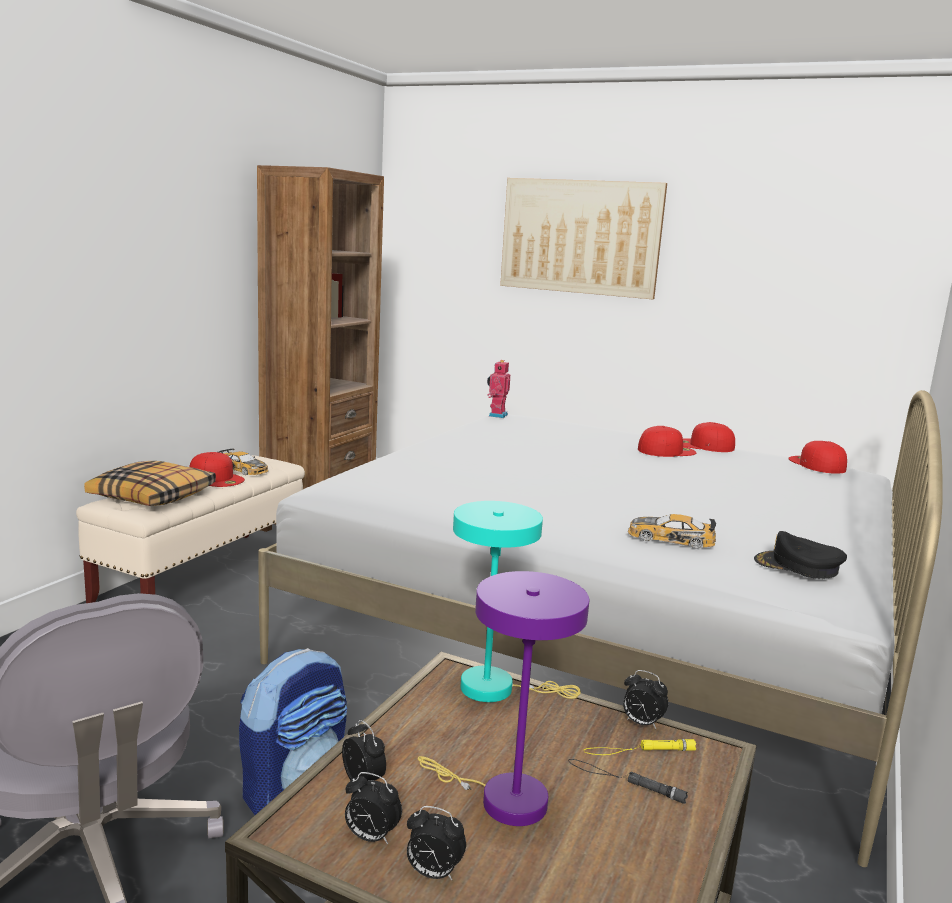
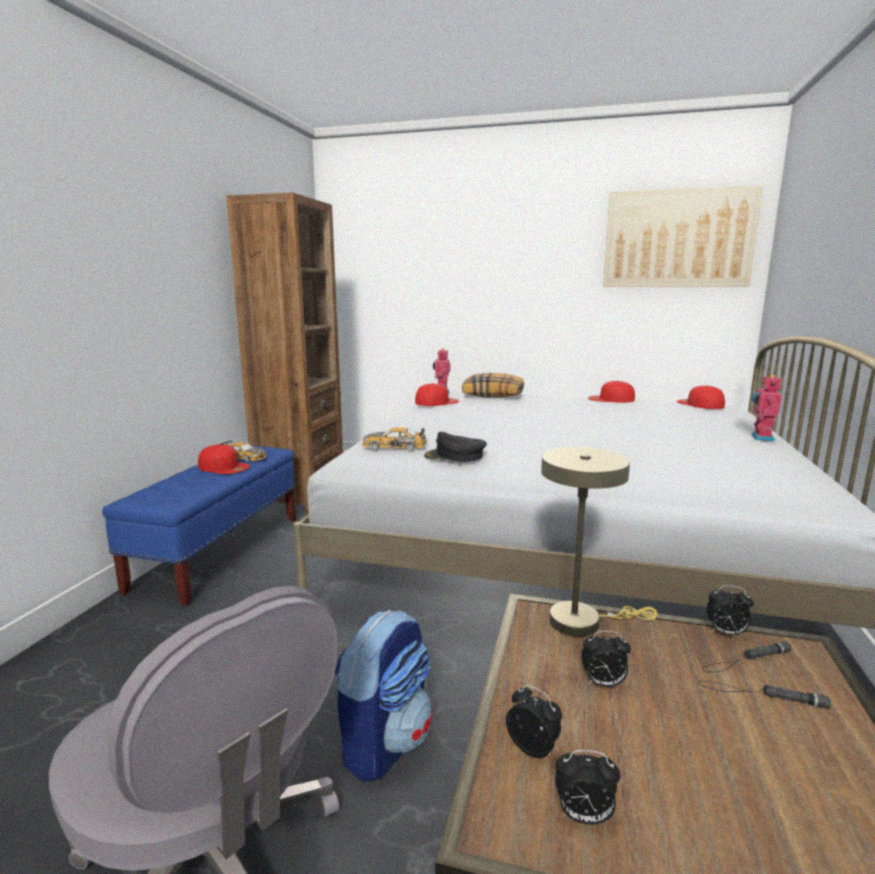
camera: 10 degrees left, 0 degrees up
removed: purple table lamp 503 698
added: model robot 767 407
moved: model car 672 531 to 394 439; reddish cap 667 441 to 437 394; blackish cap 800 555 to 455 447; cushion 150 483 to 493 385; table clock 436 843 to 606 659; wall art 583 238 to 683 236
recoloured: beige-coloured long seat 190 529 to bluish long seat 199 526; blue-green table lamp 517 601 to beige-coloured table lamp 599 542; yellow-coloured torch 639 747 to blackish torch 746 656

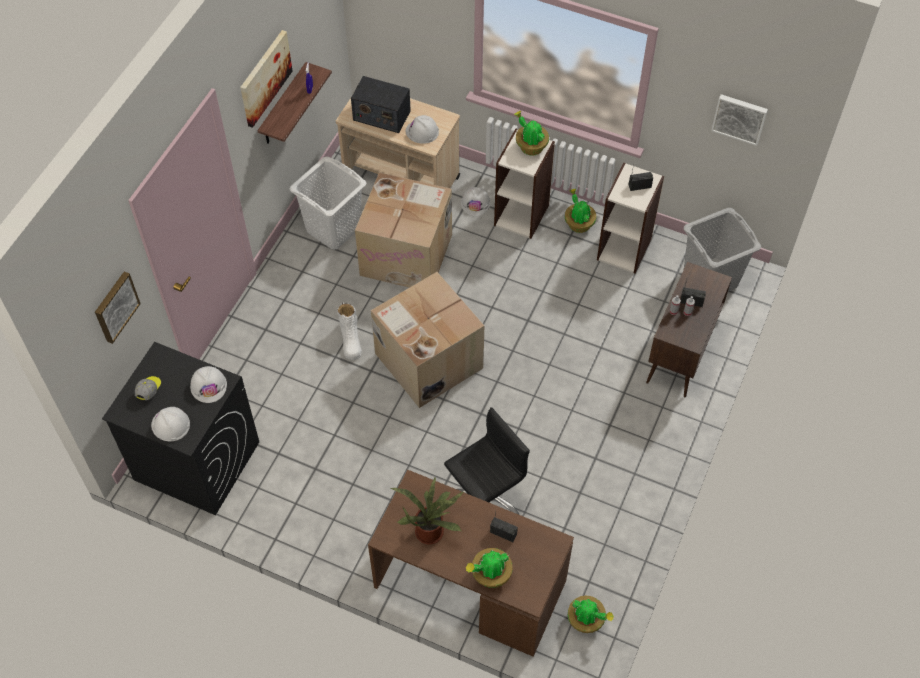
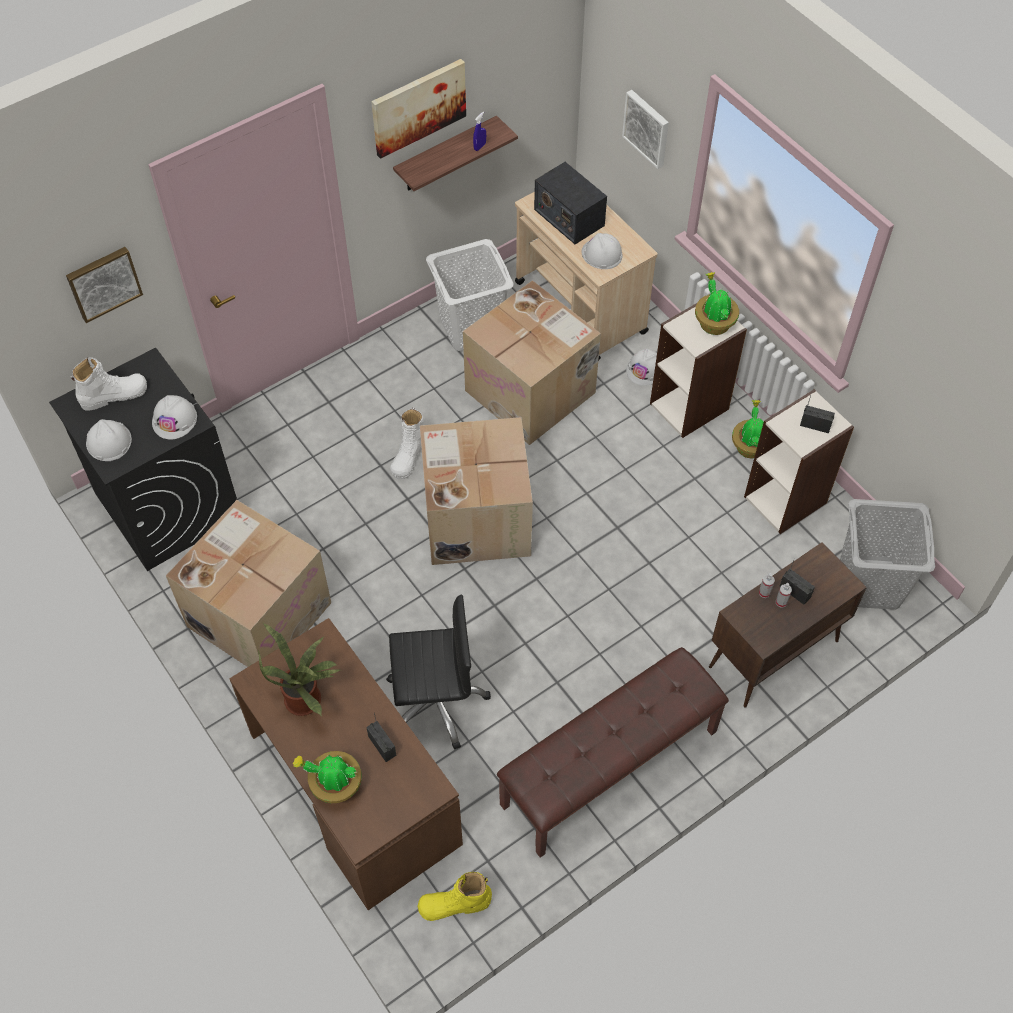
camera: 30 degrees right, 0 degrees up
added: cardboard box 248 583; brownish long seat 613 752
moved: wall art 739 120 to 645 129
replaced: cap 148 388 to whitish high-top boot 109 384; plant in a pot 591 614 to yellow-coloured high-top boot 455 896

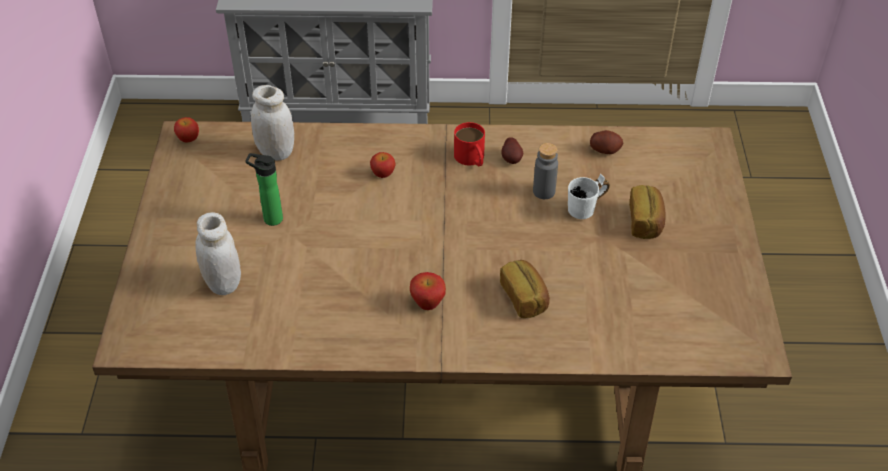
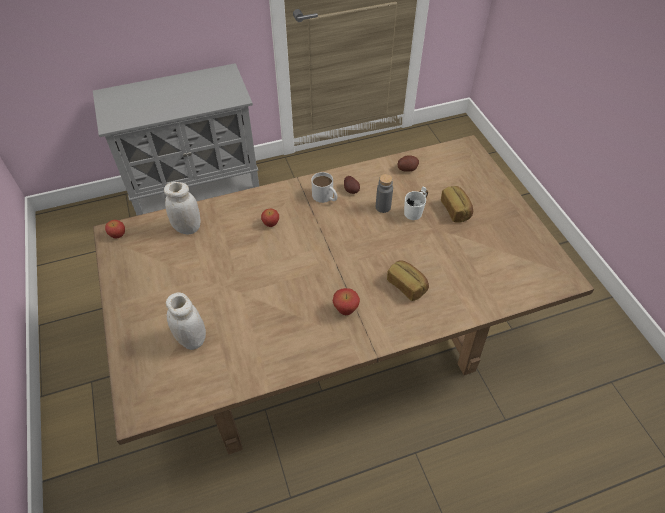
camera: 20 degrees left, 5 degrees up
removed: bottle 264 189
recoloured: reddish coffee mug 469 144 to whitish coffee mug 324 187

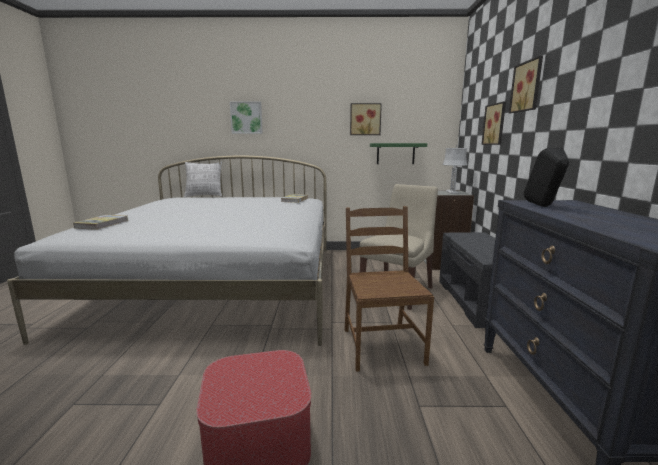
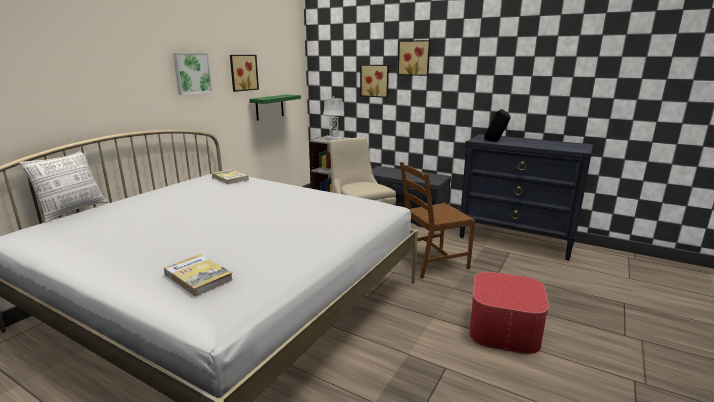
camera: 60 degrees left, 5 degrees up
moved: wall art 246 118 to 193 74
turned: brownish upright chair 389 289 = 437 220 45 degrees counterclockwise

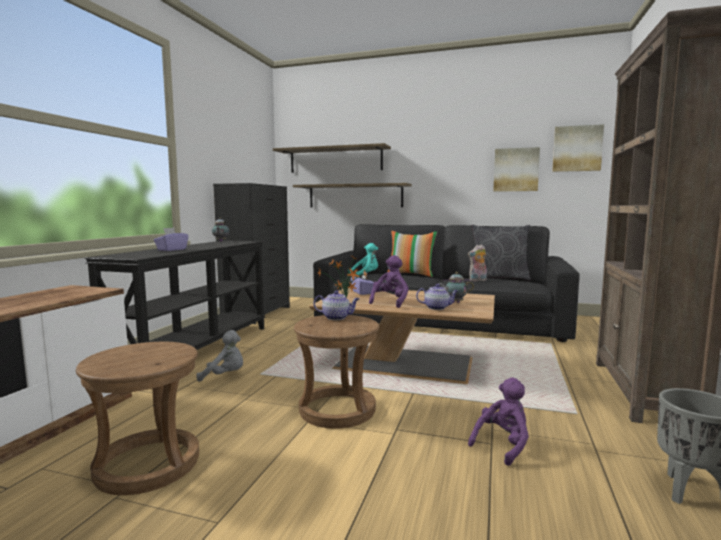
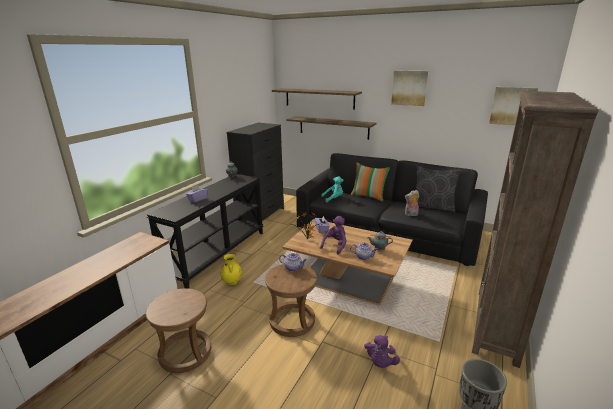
camera: 10 degrees right, 15 degrees up
moved: wall art 516 169 to 409 88
replaced: grey soft toy 219 356 to yellow-coloured decorative vase 231 269
turned: purple soft toy 498 422 = 382 351 135 degrees clockwise

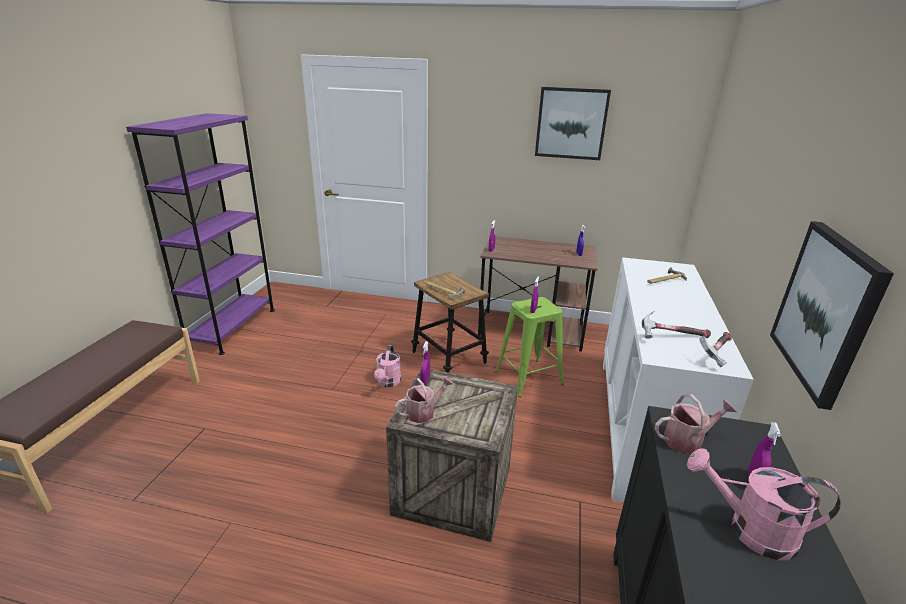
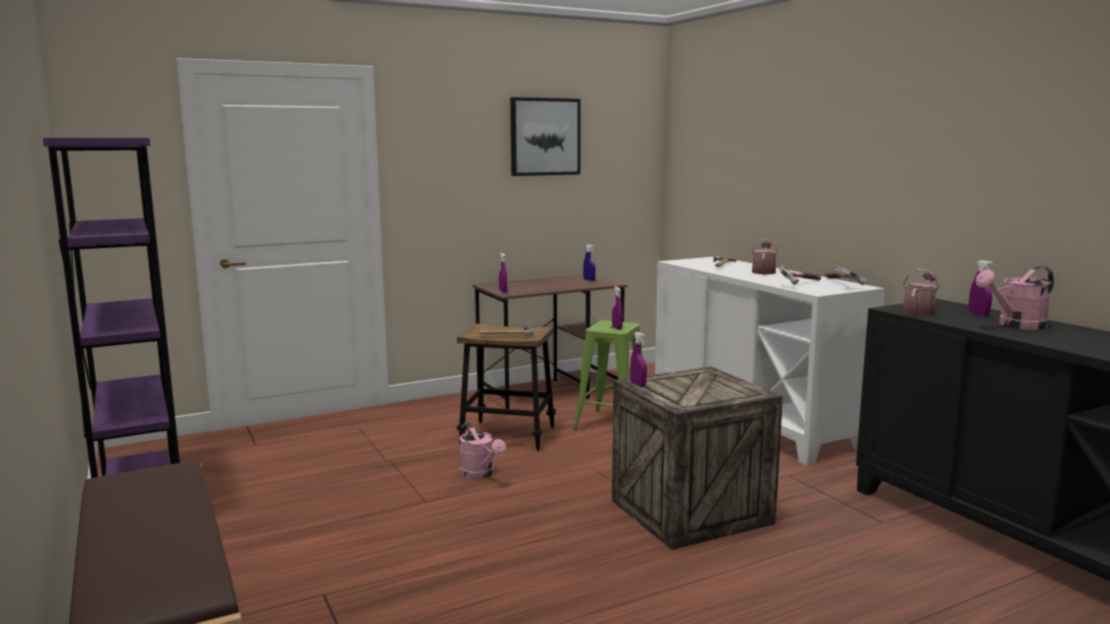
camera: 40 degrees left, 15 degrees down
removed: wall art 832 315
moved: watering pot 424 399 to 765 257

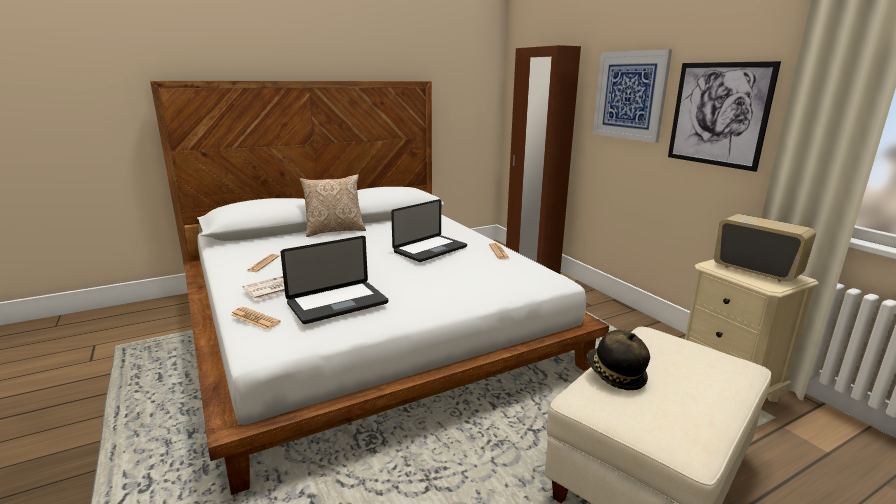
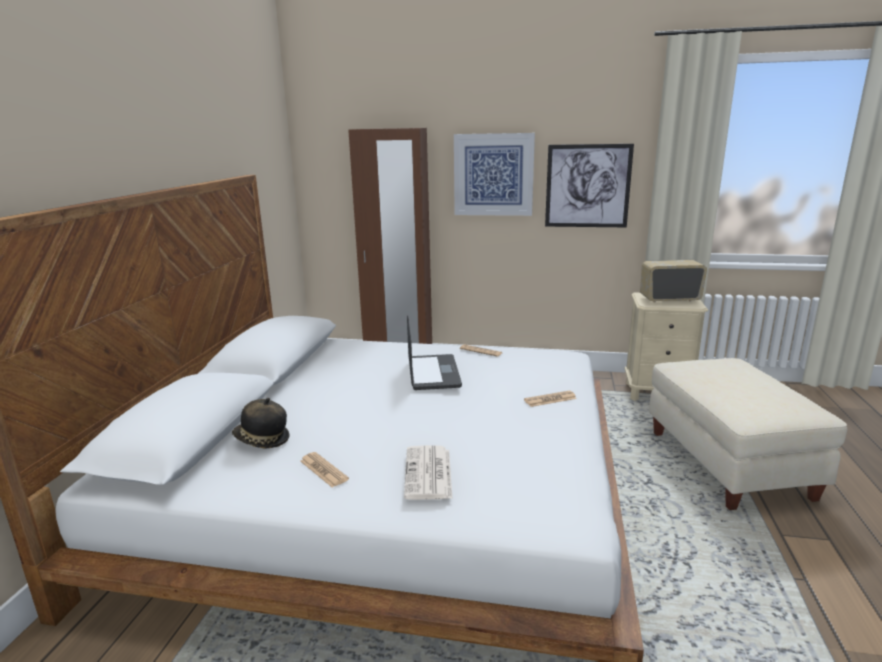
camera: 50 degrees left, 0 degrees up
removed: portable computer 334 280; cushion 333 205
moved: hat 618 359 to 260 423; daily paper 256 318 to 550 399

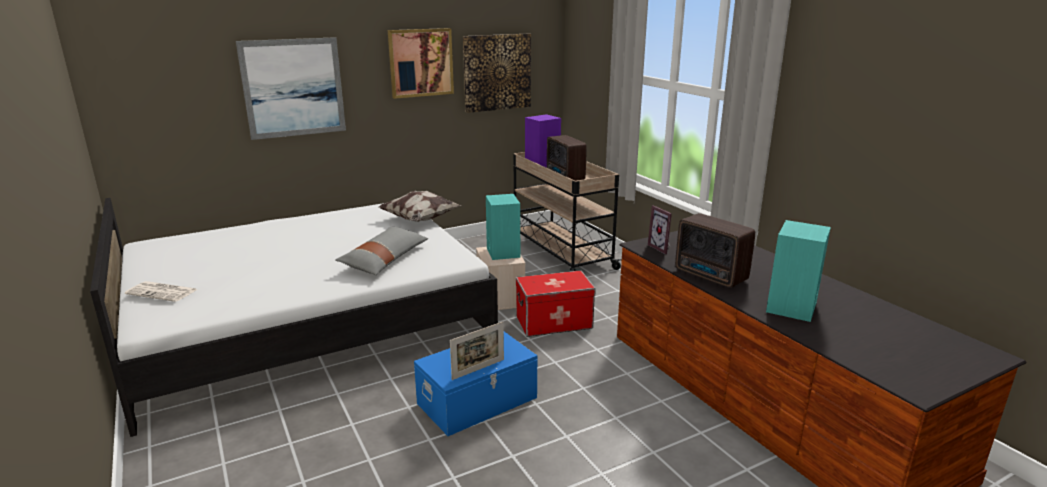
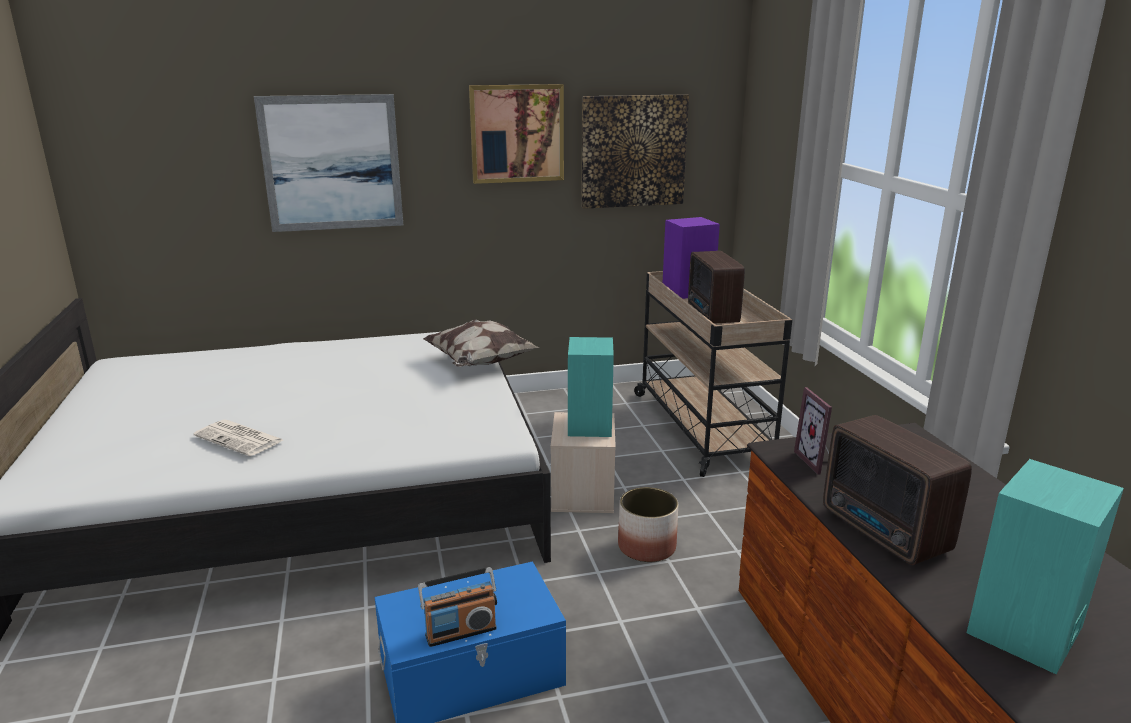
camera: 15 degrees right, 0 degrees up
removed: grey cushion 381 251
moved: daily paper 161 291 to 238 438
replaced: picture frame 477 351 to radio set 457 607; storage container 556 303 to flower pot 648 524

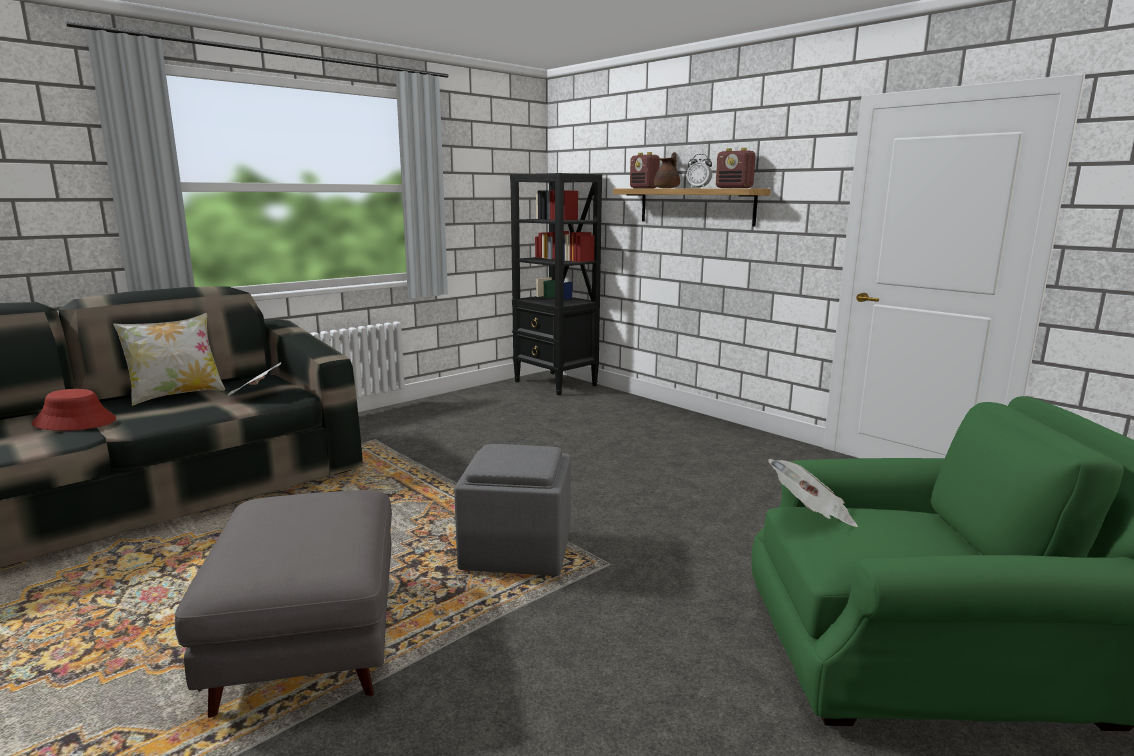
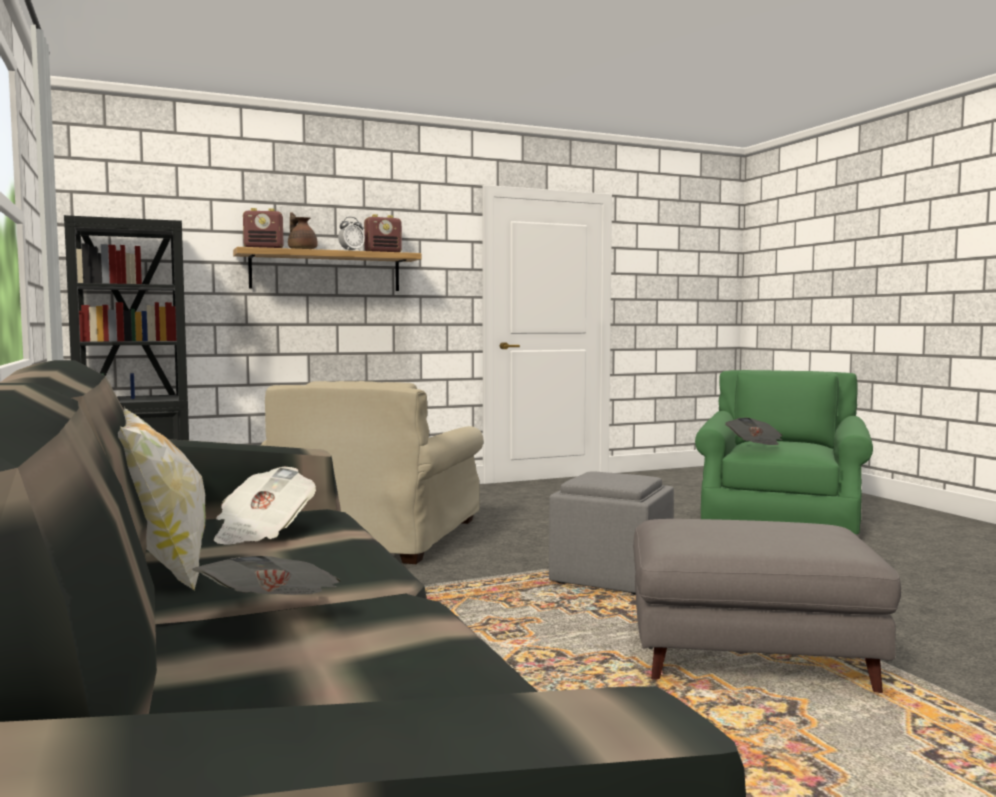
camera: 70 degrees left, 10 degrees down
added: beige-coloured armchair 372 472
replaced: reddish hat 74 410 to daily paper 266 575

